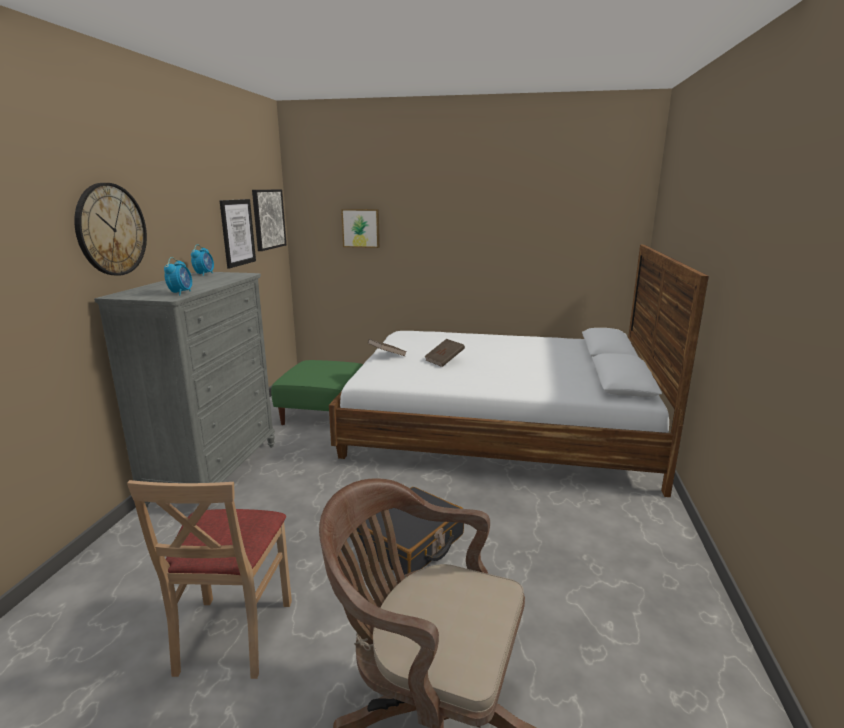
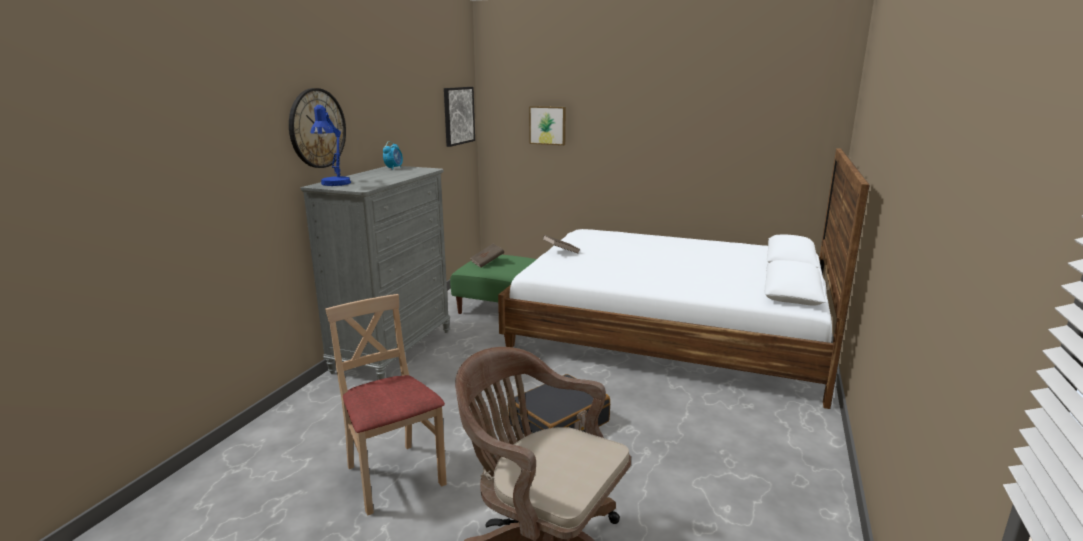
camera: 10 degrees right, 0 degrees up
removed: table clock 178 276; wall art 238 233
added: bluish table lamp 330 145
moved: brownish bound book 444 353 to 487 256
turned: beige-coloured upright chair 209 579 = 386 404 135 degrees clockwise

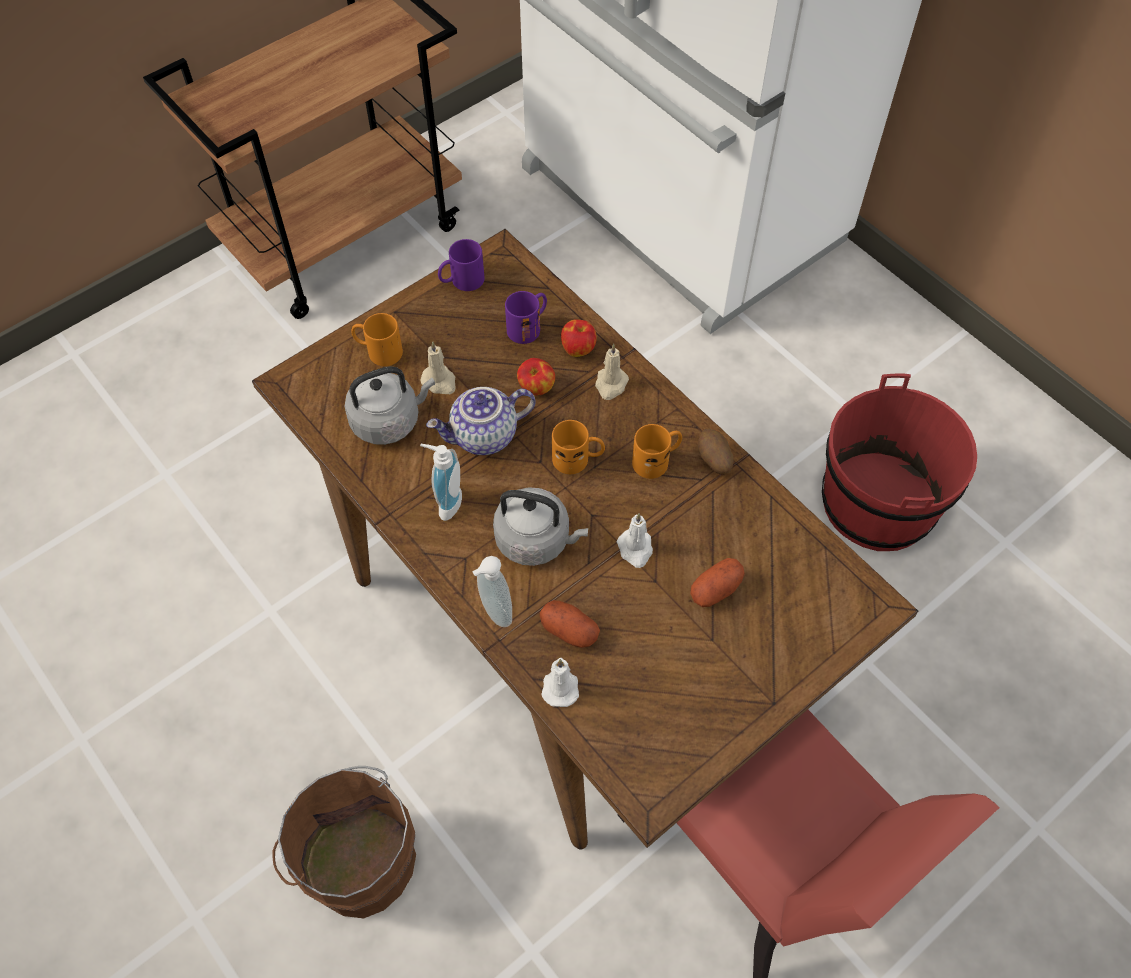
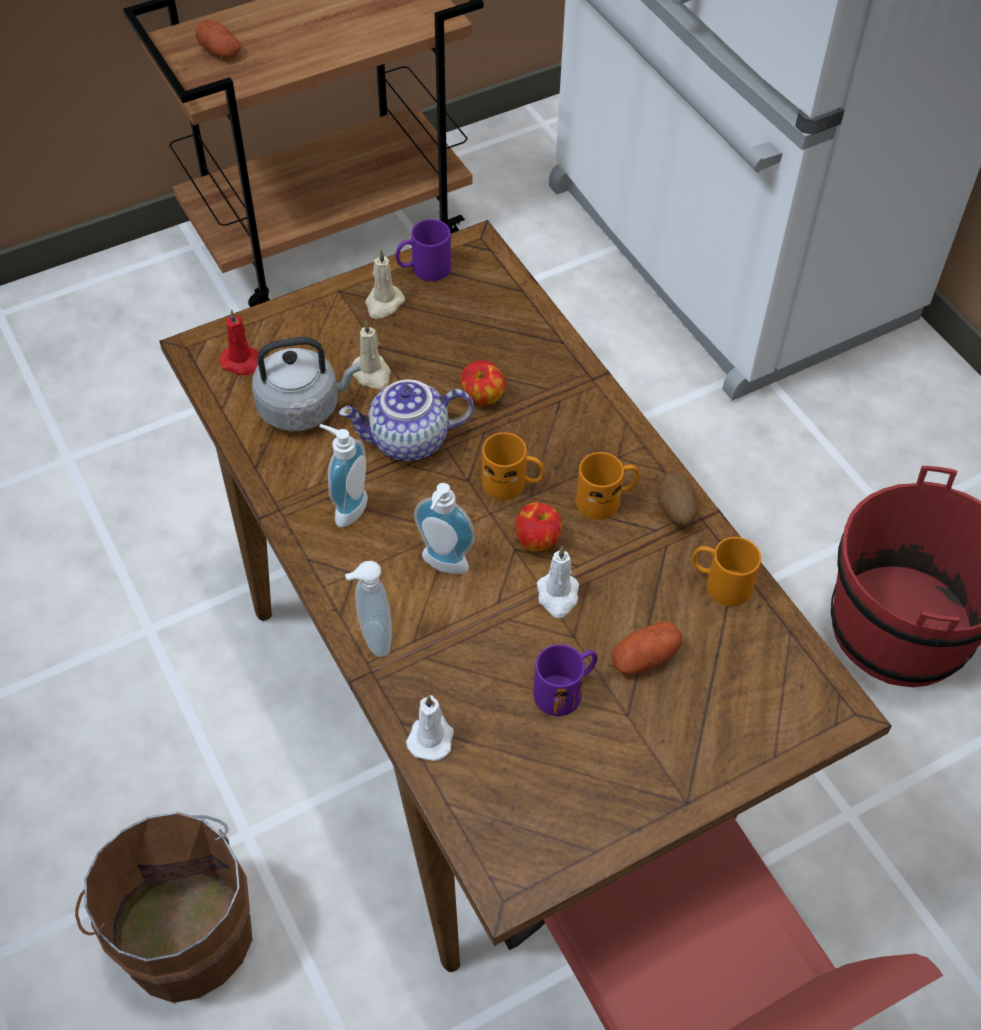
camera: 10 degrees right, 5 degrees down
added: reddish wax candle 239 342
moved: whole potato 570 624 to 218 39; beige-coloured wax candle 612 372 to 385 284; whole apple 579 338 to 538 526; purple coffee mug 526 317 to 566 680; orange-coloured coffee mug 377 339 to 726 571
replaced: grey water kettle 540 526 to soap bottle 444 528

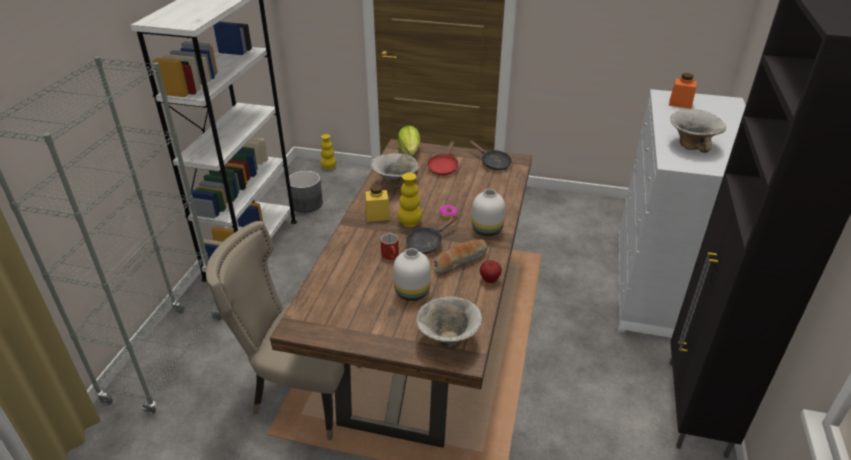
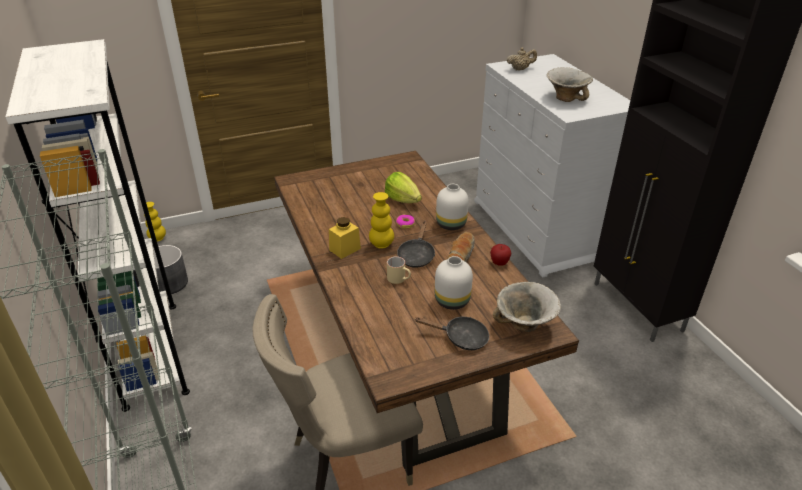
camera: 35 degrees left, 0 degrees up
removed: bowl 394 171; reddish frying pan 442 158
moved: head of lettuce 409 141 to 403 187; blackish frying pan 490 155 to 451 333
replaced: orange-coloured jar 683 91 to beige-coloured pot for tea 522 58
recoloured: reddish coffee mug 389 246 to beige-coloured coffee mug 399 270

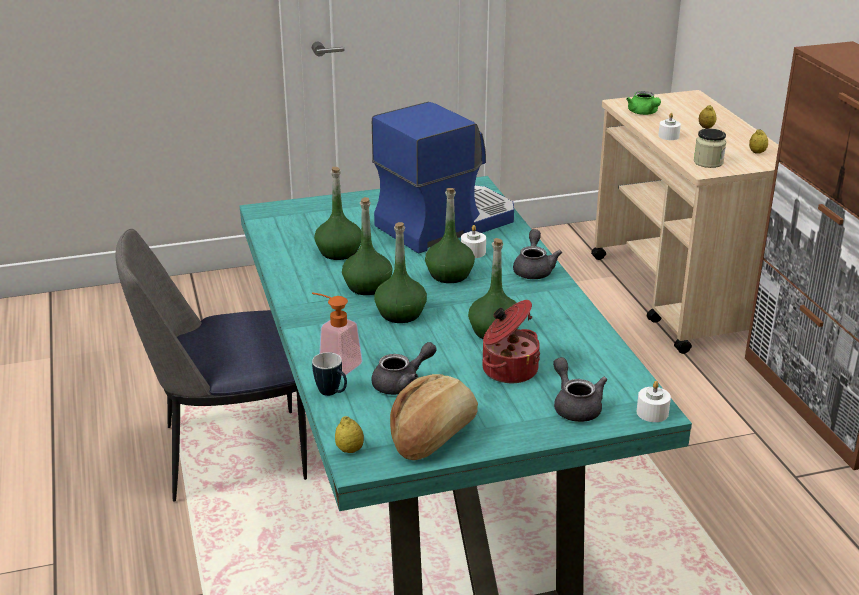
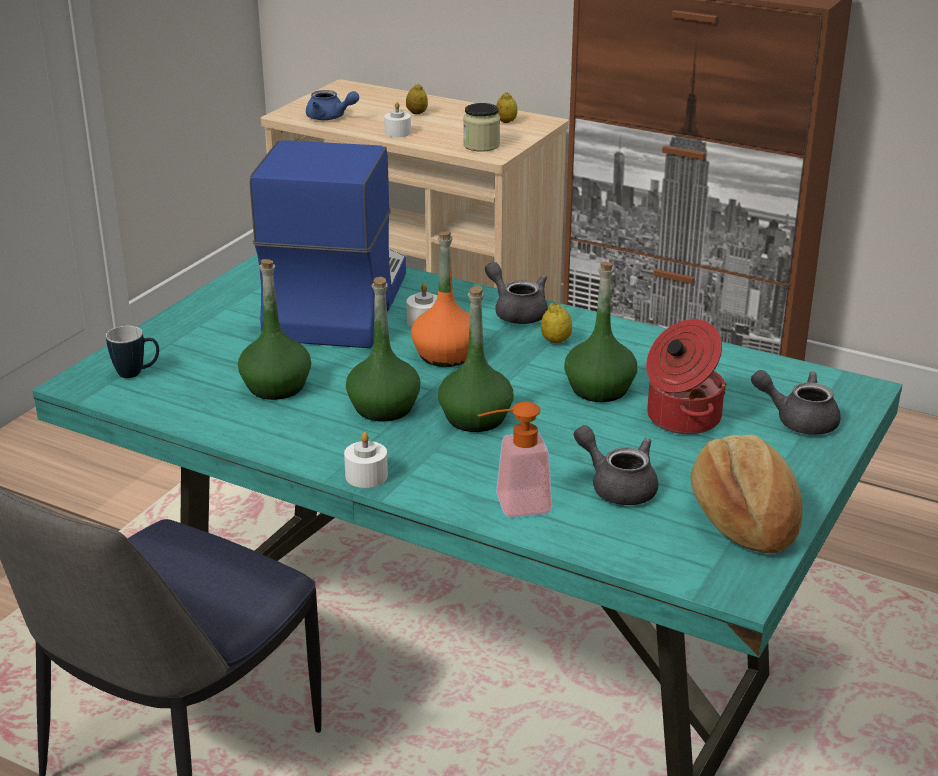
camera: 45 degrees left, 0 degrees up
moved: coffee mug 329 374 to 132 352; whitish wax candle 654 401 to 366 460; whole lemon 349 434 to 556 323
recoloured: green pot for tea 643 103 to bluish pot for tea 332 105; green bottle 450 235 to orange-coloured bottle 440 299
turned: grey pot for tea 404 368 = 616 465 60 degrees counterclockwise

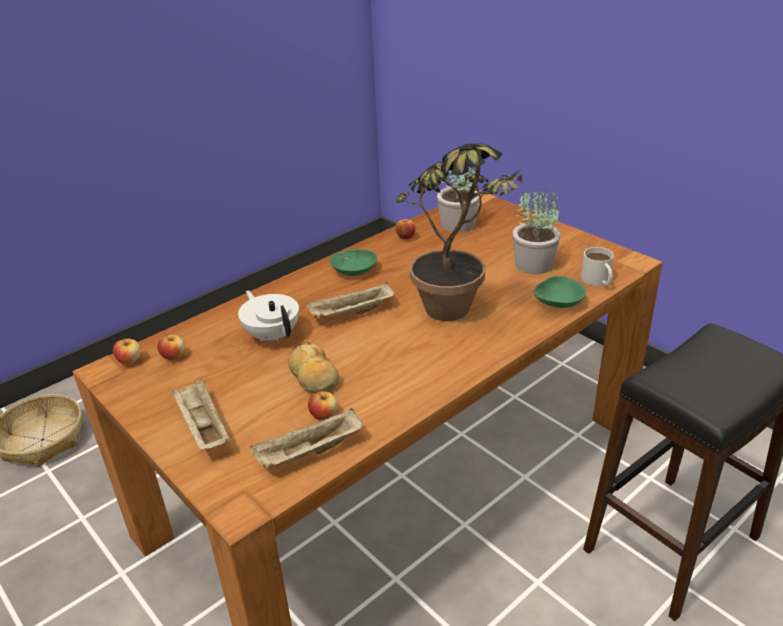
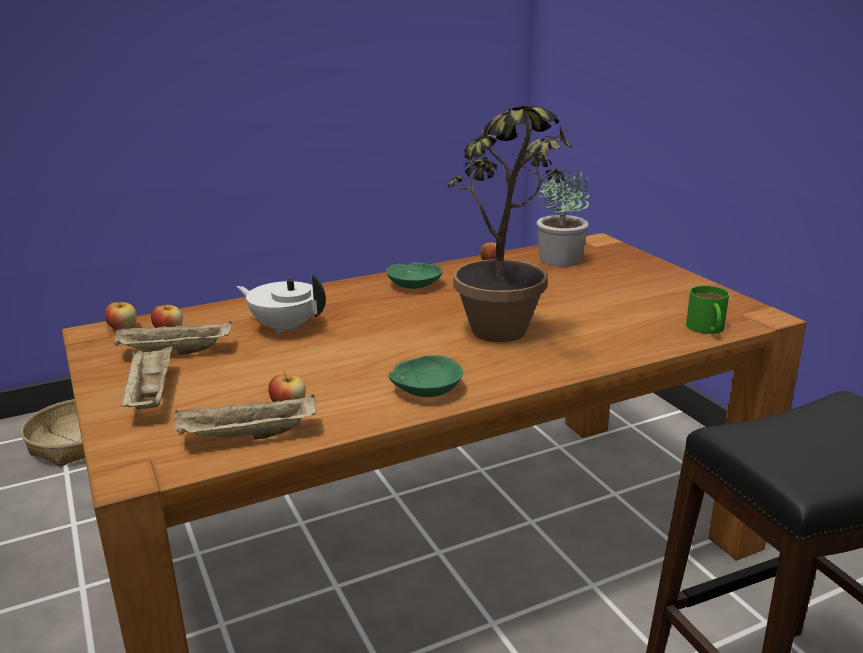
camera: 15 degrees right, 10 degrees down
removed: bread 313 368; plant in a pot 536 231
moved: beige-coloured carrying tray 350 300 to 173 338; green bowl 560 292 to 426 376
recoloured: whitish coffee mug 597 266 to green coffee mug 707 310
turned: whitish pot for tea 268 316 = 281 304 45 degrees counterclockwise

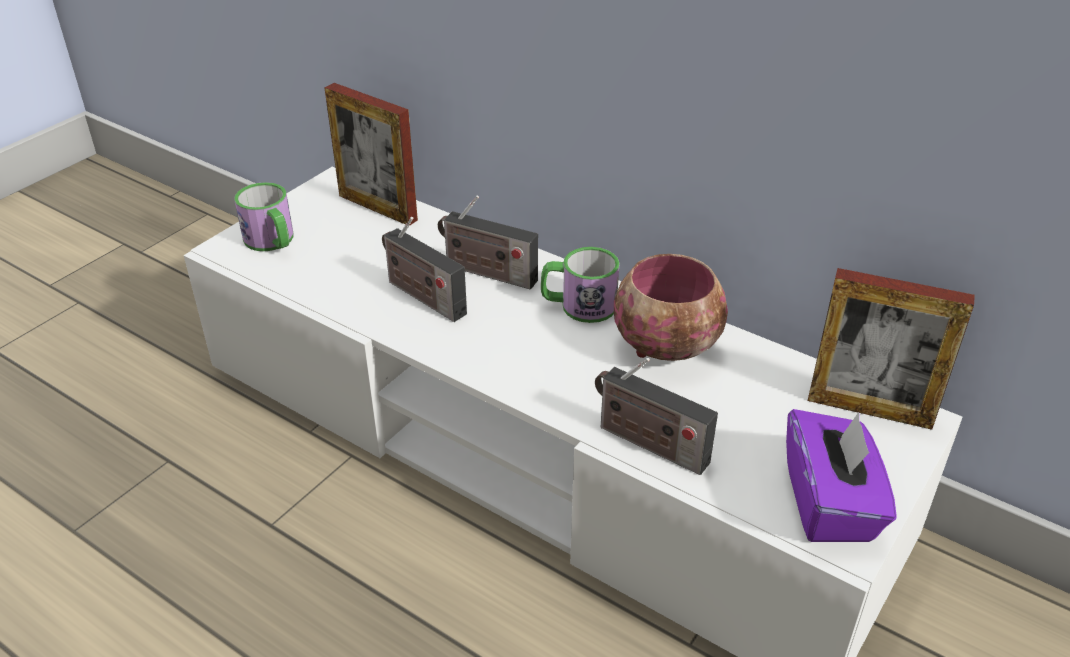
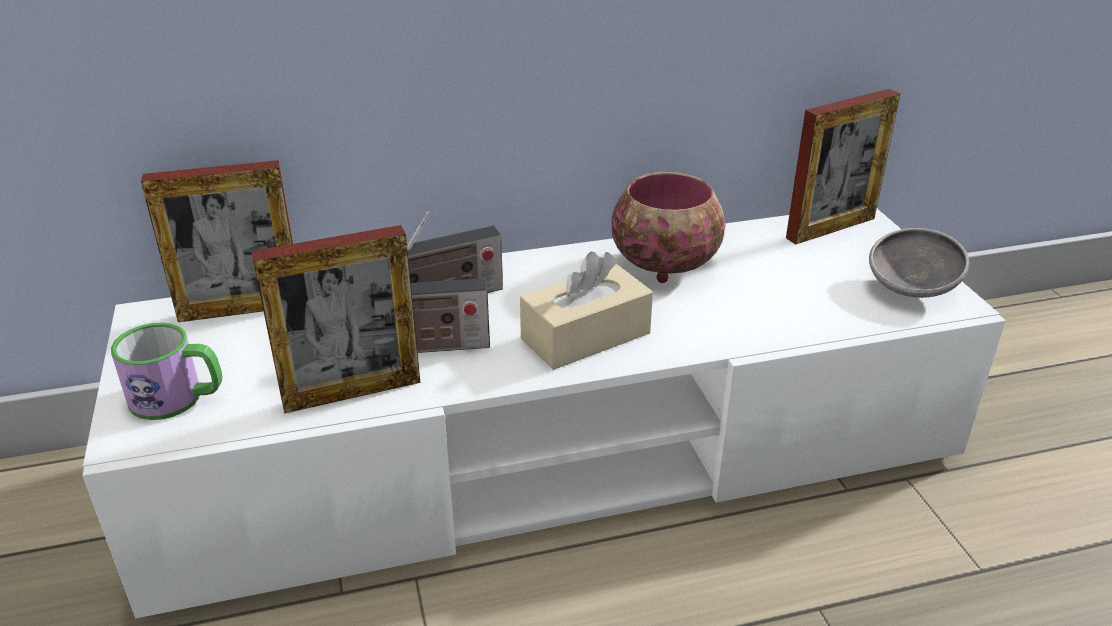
camera: 50 degrees left, 5 degrees down
removed: coffee mug 580 285; radio set 656 416
added: picture frame 335 319; beige-coloured tissue box 586 311
replaced: purple tissue box 841 475 to grey bowl 919 263

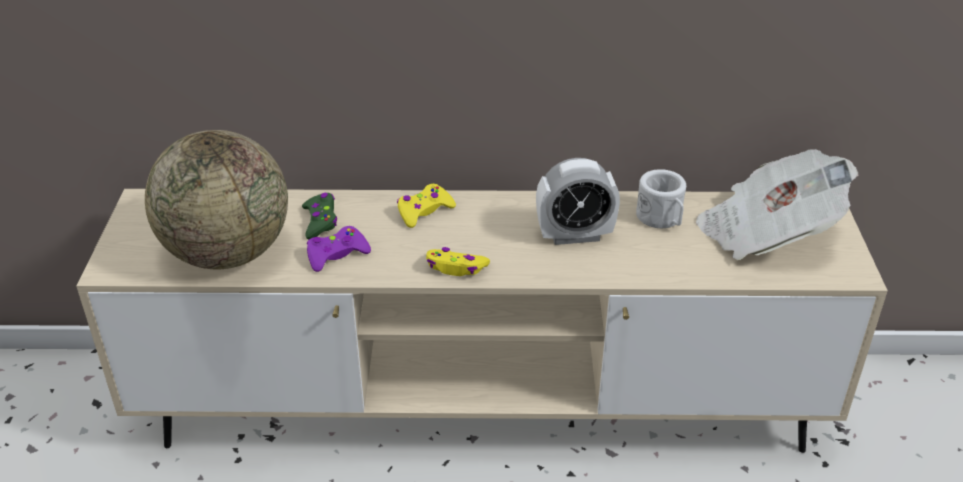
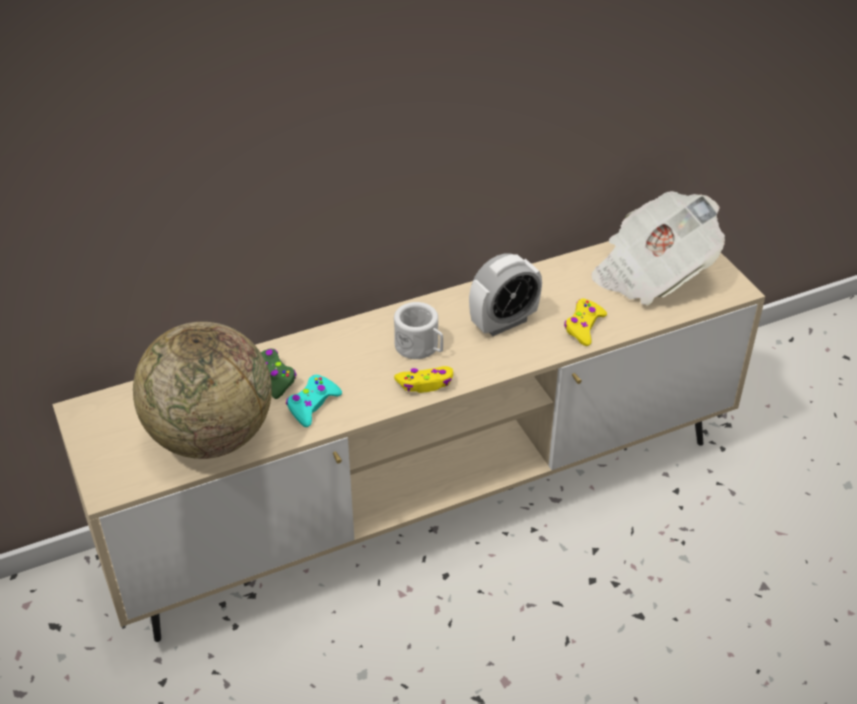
camera: 25 degrees left, 5 degrees up
moved: whitish coffee mug 661 198 to 418 330; yellow-coloured joypad 426 206 to 585 322
recoloured: purple joypad 339 249 to blue-green joypad 314 401

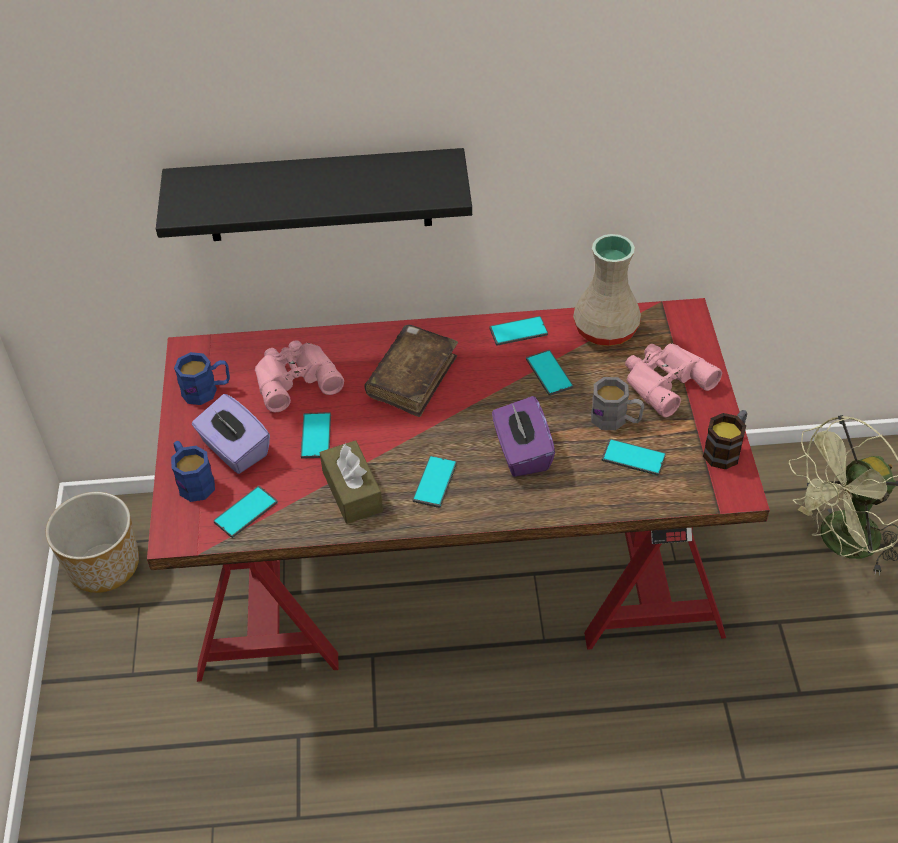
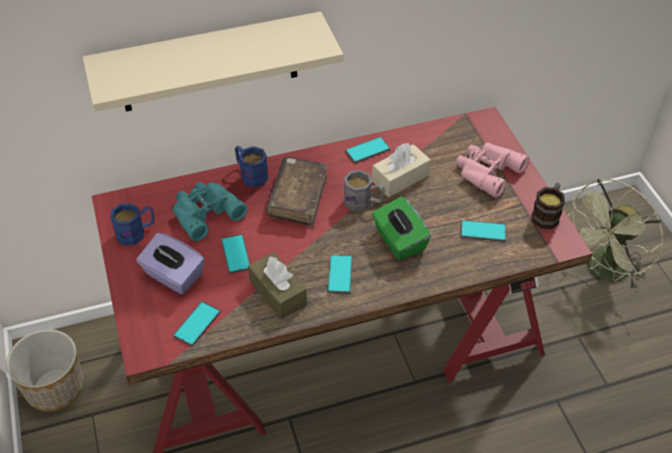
camera: 15 degrees left, 0 degrees up
removed: beige-coloured decorative vase 607 290
moved: bluish coffee mug 193 471 to 252 167; grey coffee mug 617 403 to 364 191
replaced: handset 549 373 to beige-coloured tissue box 401 170
recoloured: blackish bracket shelf 314 194 to beige-coloured bracket shelf 212 61; pinkish pair of binoculars 299 376 to blue-green pair of binoculars 209 211; purple tissue box 523 436 to green tissue box 401 228

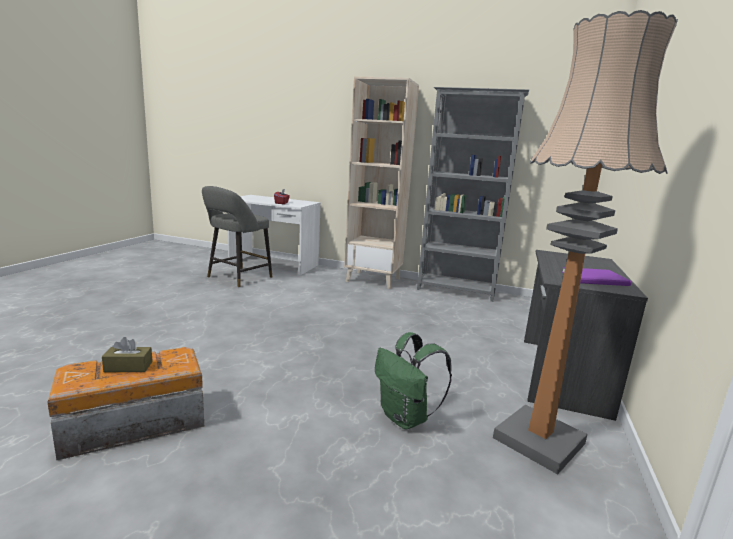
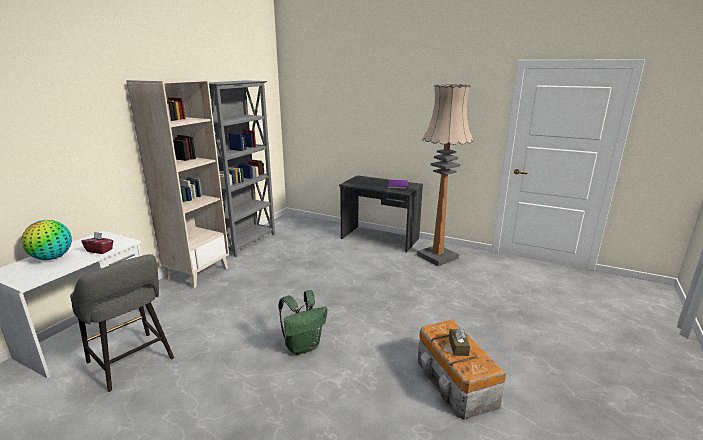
camera: 80 degrees left, 5 degrees up
added: world globe 47 240
moved: green backpack 413 381 to 303 322

